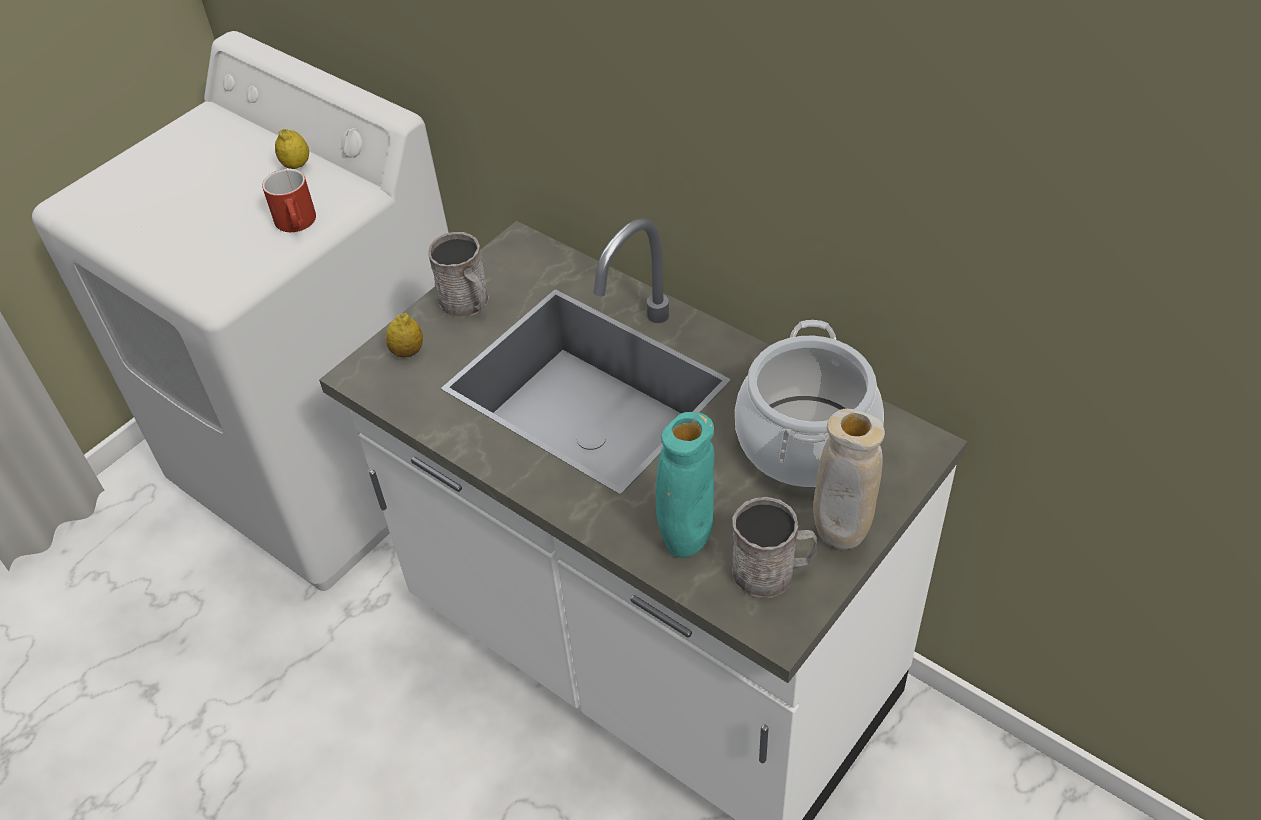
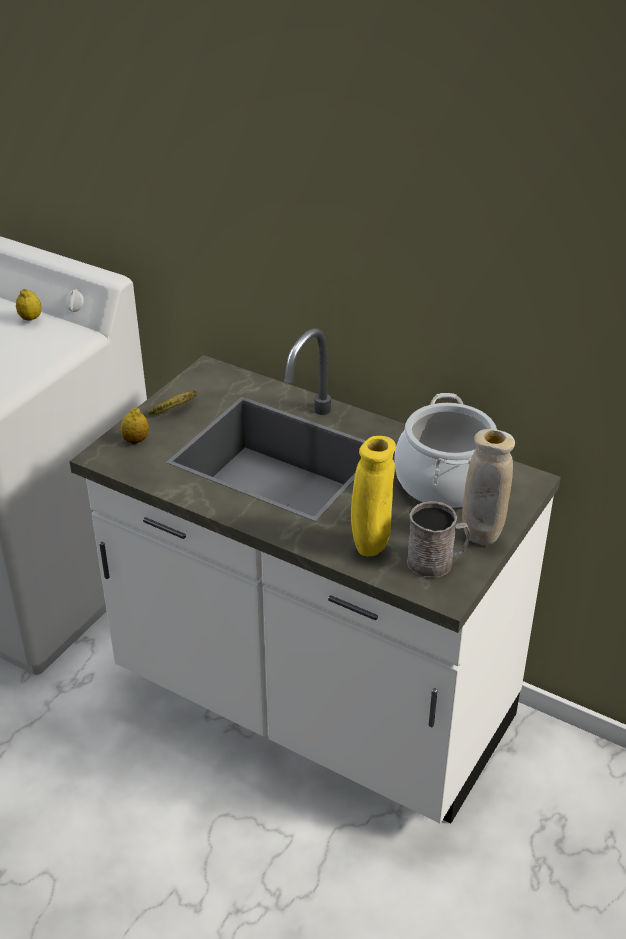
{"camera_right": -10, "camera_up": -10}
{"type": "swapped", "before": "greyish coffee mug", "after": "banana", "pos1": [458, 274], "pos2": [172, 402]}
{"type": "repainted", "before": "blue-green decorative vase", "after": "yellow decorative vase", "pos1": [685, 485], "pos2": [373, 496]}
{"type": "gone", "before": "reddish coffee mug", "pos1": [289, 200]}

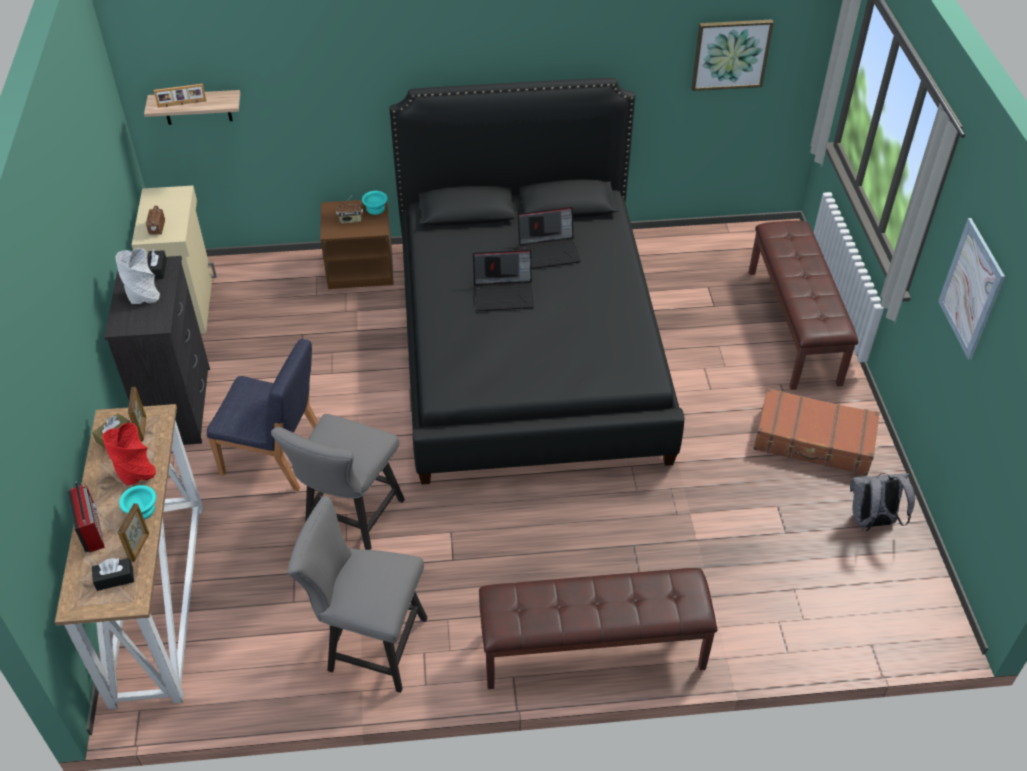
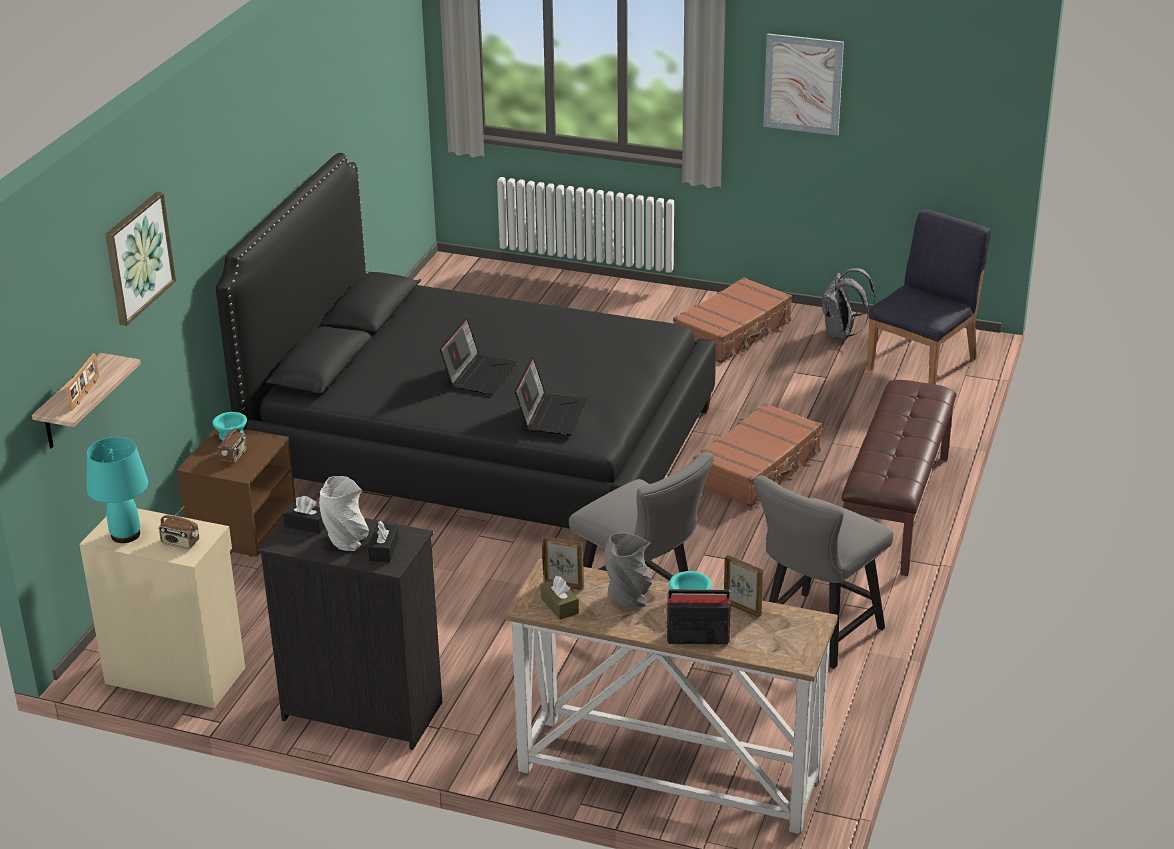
{"camera_right": -65, "camera_up": -15}
{"type": "new", "after": "blue-green lamp for a table", "pos2": [117, 490]}
{"type": "shifted", "before": "wall art", "pos1": [732, 55], "pos2": [140, 259]}
{"type": "shifted", "before": "black-coloured tissue box", "pos1": [113, 574], "pos2": [383, 541]}
{"type": "shifted", "before": "notebook computer", "pos1": [549, 238], "pos2": [551, 395]}
{"type": "repainted", "before": "reddish decorative vase", "after": "greyish decorative vase", "pos1": [129, 454], "pos2": [628, 570]}
{"type": "new", "after": "brown suitcase", "pos2": [758, 455]}
{"type": "shifted", "before": "bluish plain chair", "pos1": [262, 415], "pos2": [929, 296]}
{"type": "gone", "before": "brown long seat", "pos1": [803, 305]}

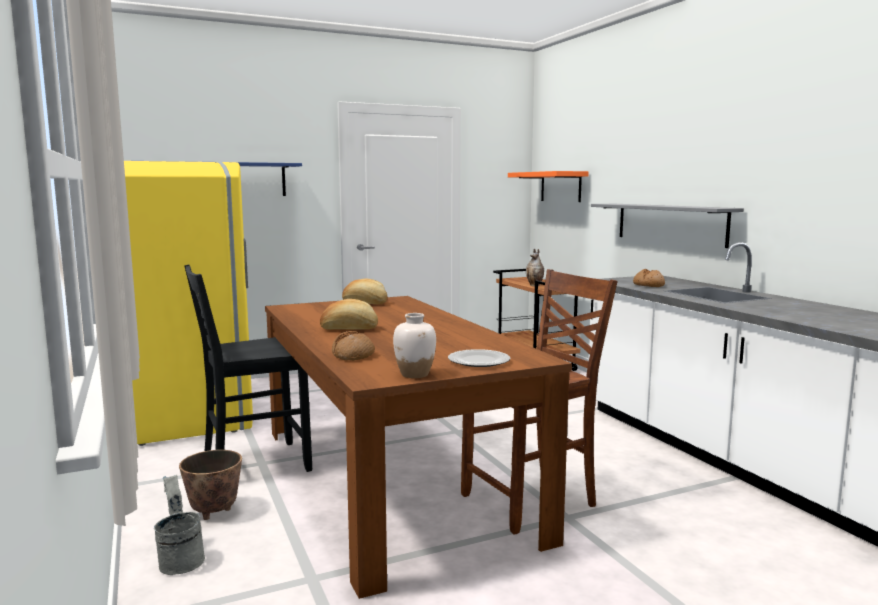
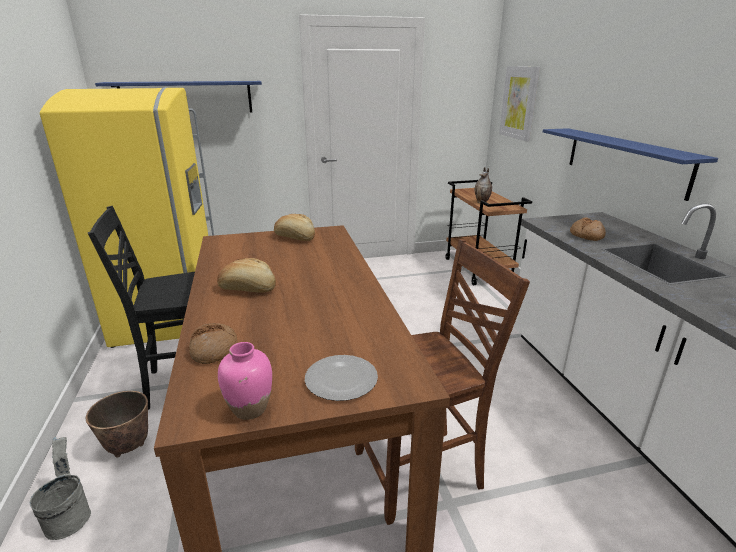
{"camera_right": 10, "camera_up": 15}
{"type": "repainted", "before": "whitish decorative vase", "after": "pink decorative vase", "pos1": [414, 345], "pos2": [245, 381]}
{"type": "swapped", "before": "orange bracket shelf", "after": "wall art", "pos1": [548, 186], "pos2": [519, 103]}
{"type": "repainted", "before": "greyish bracket shelf", "after": "bluish bracket shelf", "pos1": [667, 226], "pos2": [630, 164]}

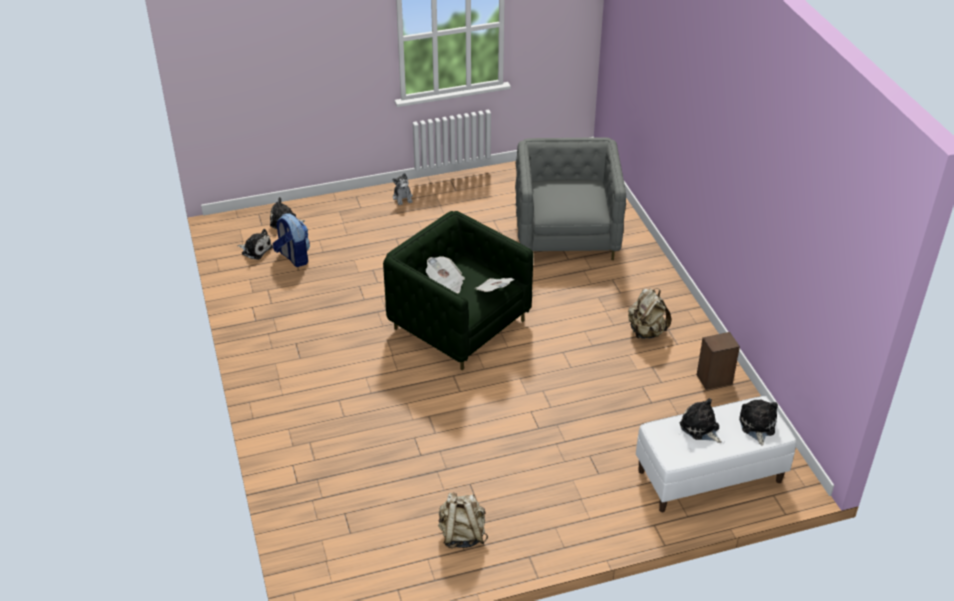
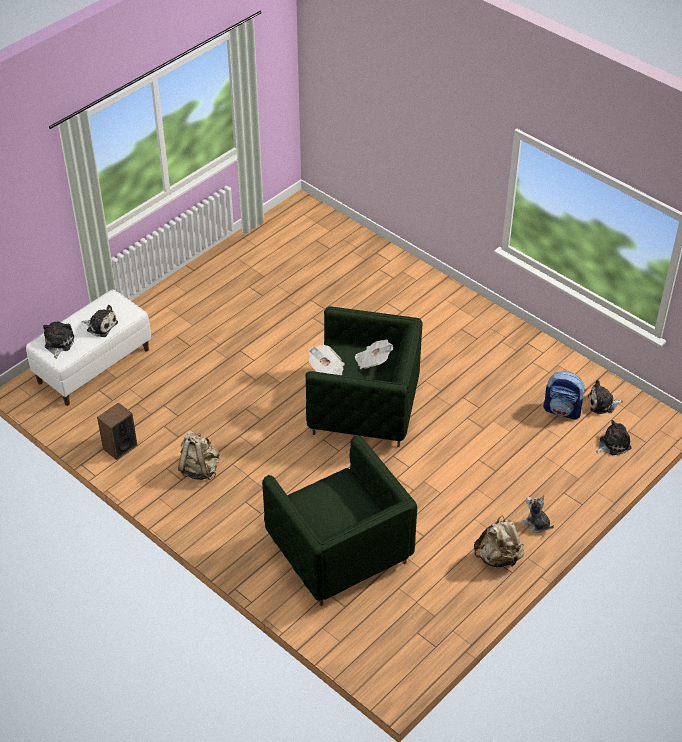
{"camera_right": 150, "camera_up": 5}
{"type": "rotated", "before": "soft toy", "pos1": [758, 423], "pos2": [58, 340], "turn": -150}
{"type": "repainted", "before": "greyish lounge chair", "after": "green-coloured lounge chair", "pos1": [570, 198], "pos2": [339, 520]}
{"type": "shifted", "before": "beige rucksack", "pos1": [463, 520], "pos2": [499, 542]}

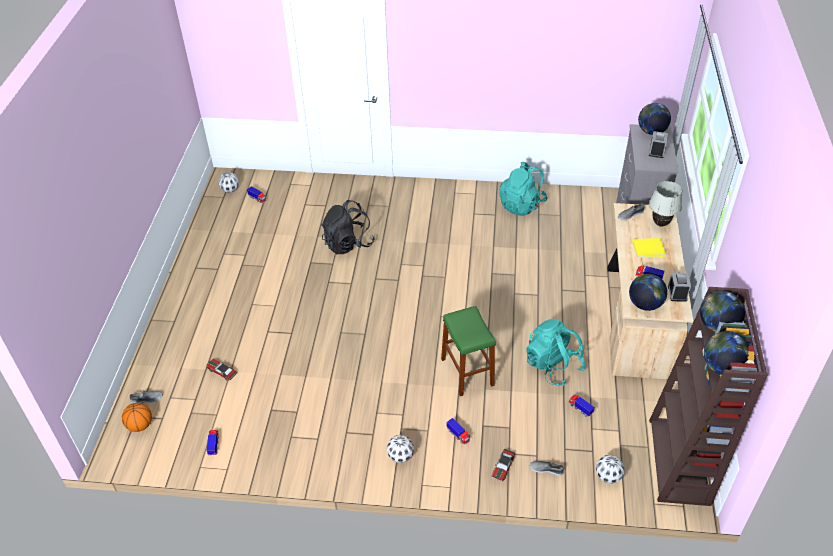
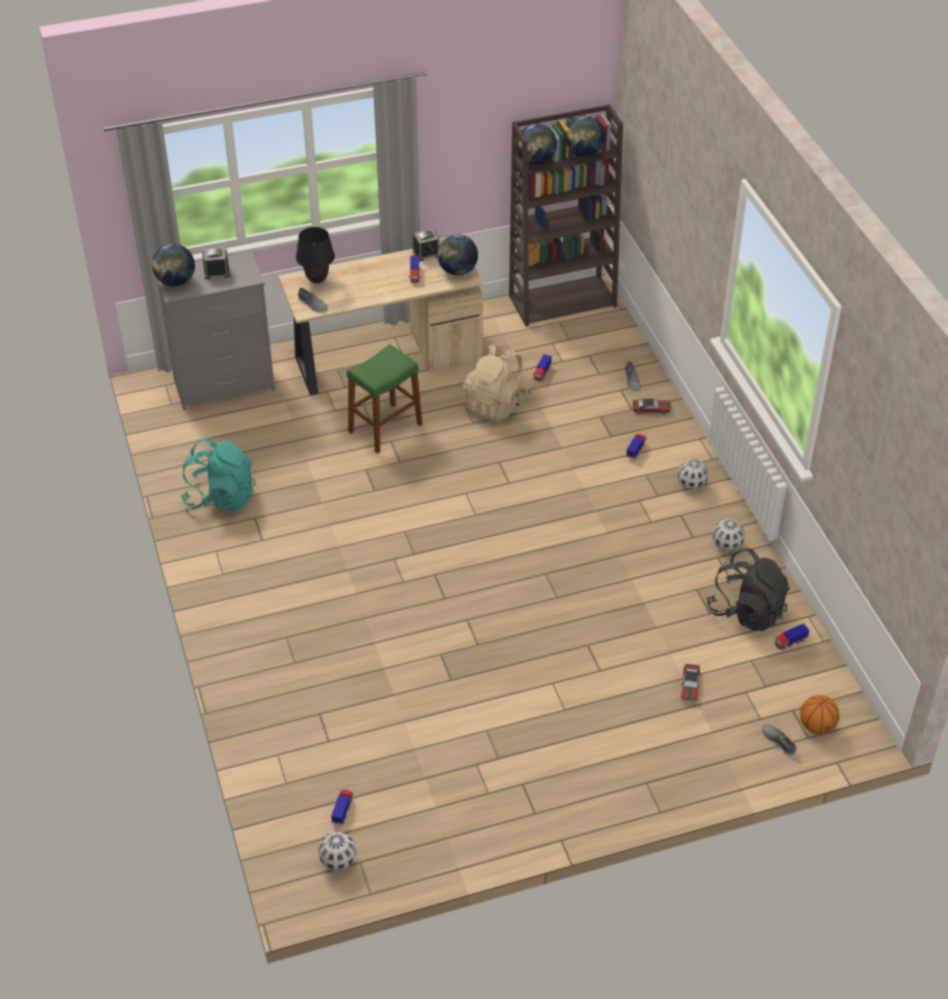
{"camera_right": -115, "camera_up": 0}
{"type": "repainted", "before": "whitish lamp for a table", "after": "black-coloured lamp for a table", "pos1": [665, 204], "pos2": [315, 255]}
{"type": "shifted", "before": "green-coloured sitting stool", "pos1": [468, 351], "pos2": [385, 398]}
{"type": "repainted", "before": "blue-green rucksack", "after": "beige rucksack", "pos1": [555, 352], "pos2": [497, 383]}
{"type": "shifted", "before": "black-coloured rucksack", "pos1": [348, 227], "pos2": [748, 589]}
{"type": "shifted", "before": "football", "pos1": [610, 469], "pos2": [728, 534]}
{"type": "gone", "before": "yellow book", "pos1": [649, 248]}

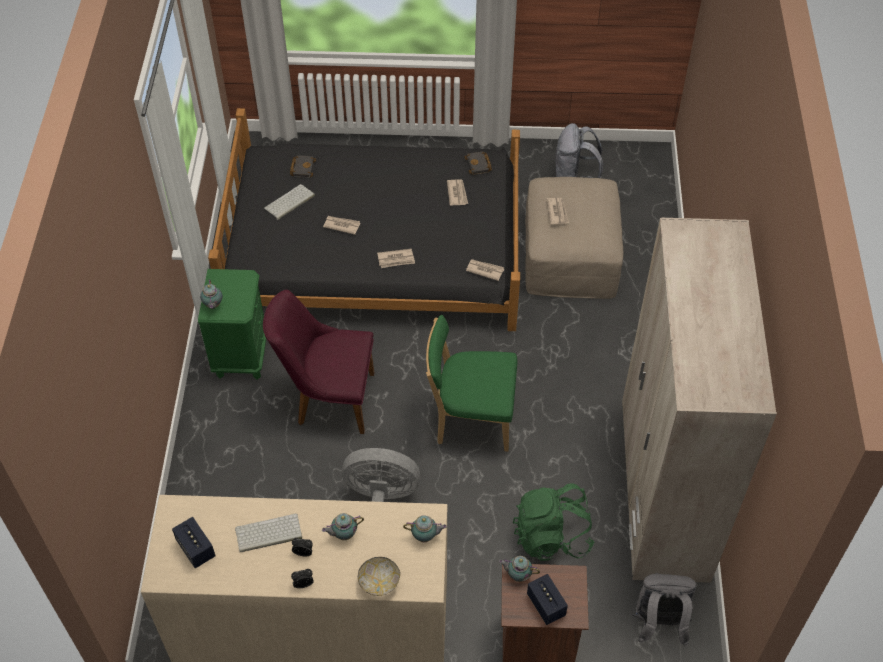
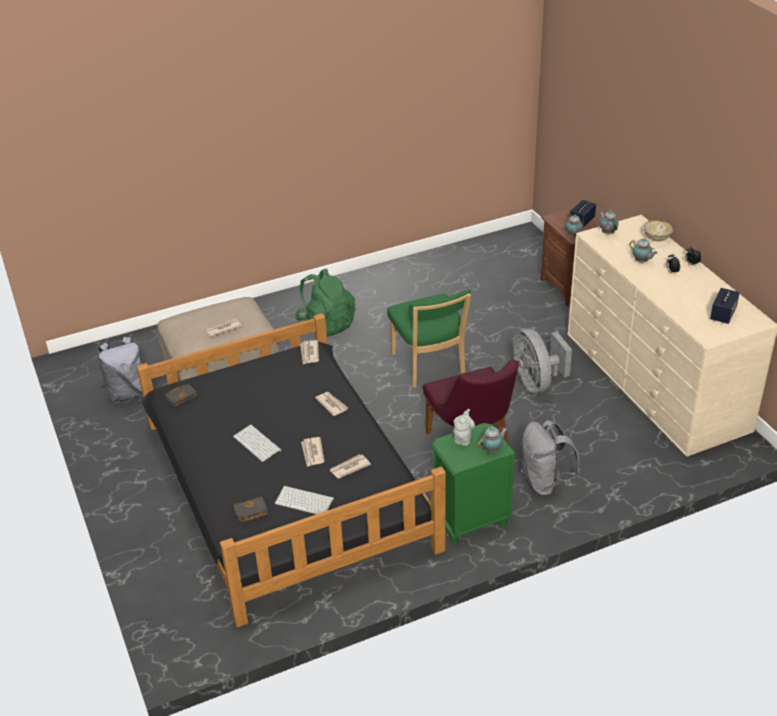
{"camera_right": -115, "camera_up": -15}
{"type": "shifted", "before": "keyboard", "pos1": [268, 532], "pos2": [257, 443]}
{"type": "shifted", "before": "green-coloured rucksack", "pos1": [554, 522], "pos2": [325, 302]}
{"type": "shifted", "before": "newspaper", "pos1": [457, 192], "pos2": [350, 466]}
{"type": "new", "after": "greyish pot for tea", "pos2": [464, 427]}
{"type": "shifted", "before": "greyish rucksack", "pos1": [664, 609], "pos2": [550, 458]}
{"type": "gone", "before": "beige clothes cupboard", "pos1": [699, 400]}

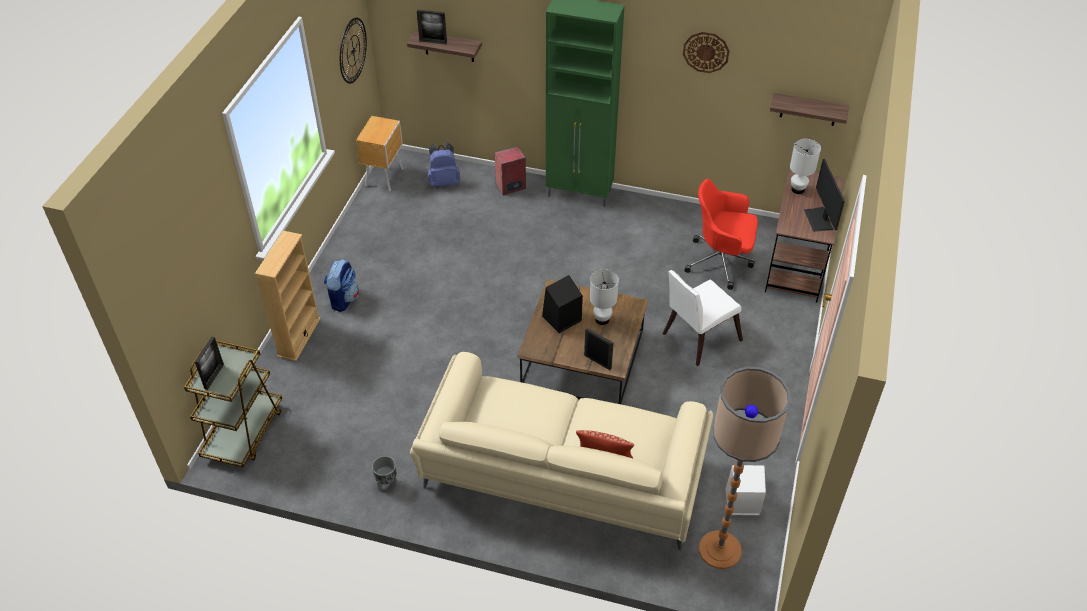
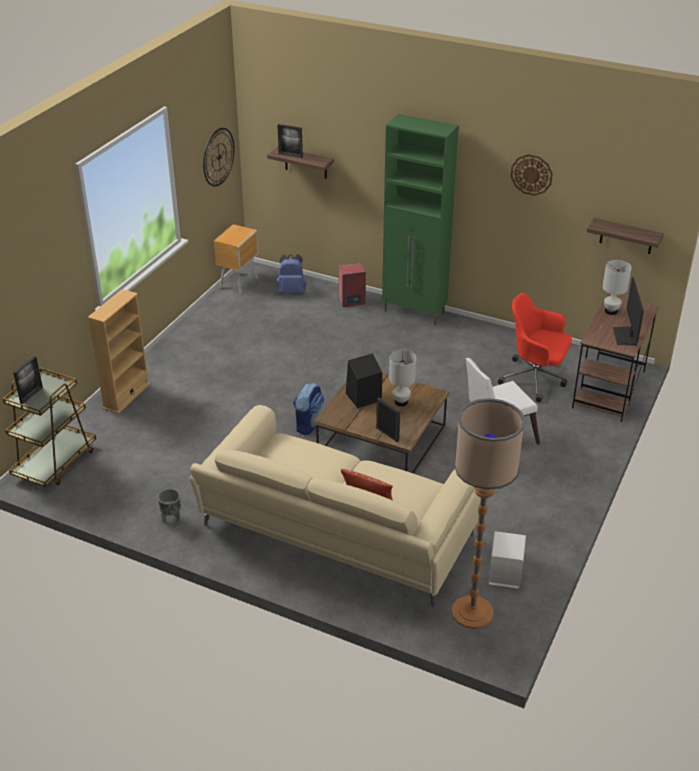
{"camera_right": 10, "camera_up": -10}
{"type": "shifted", "before": "rucksack", "pos1": [341, 285], "pos2": [308, 409]}

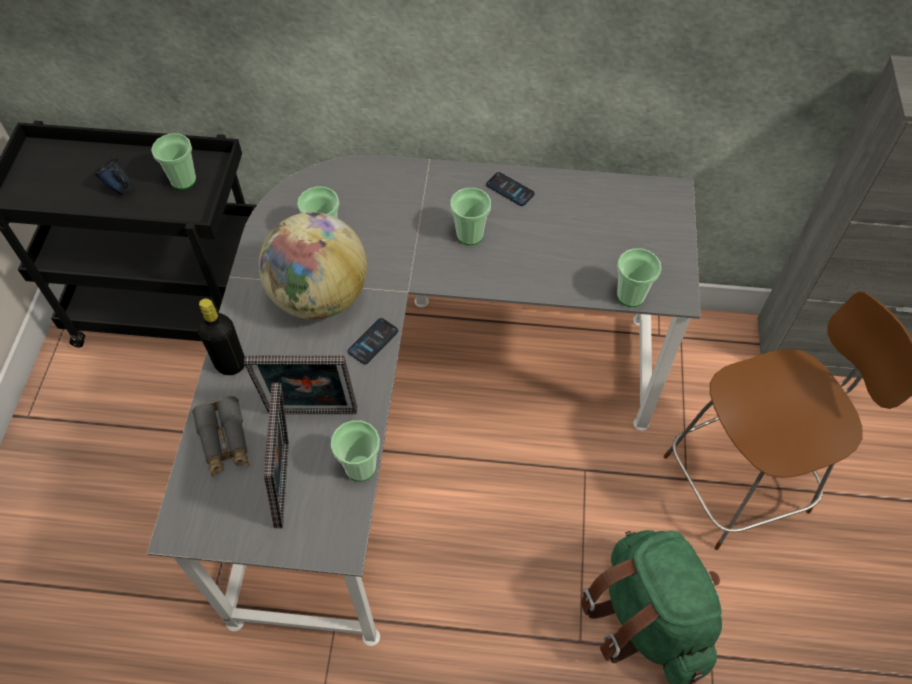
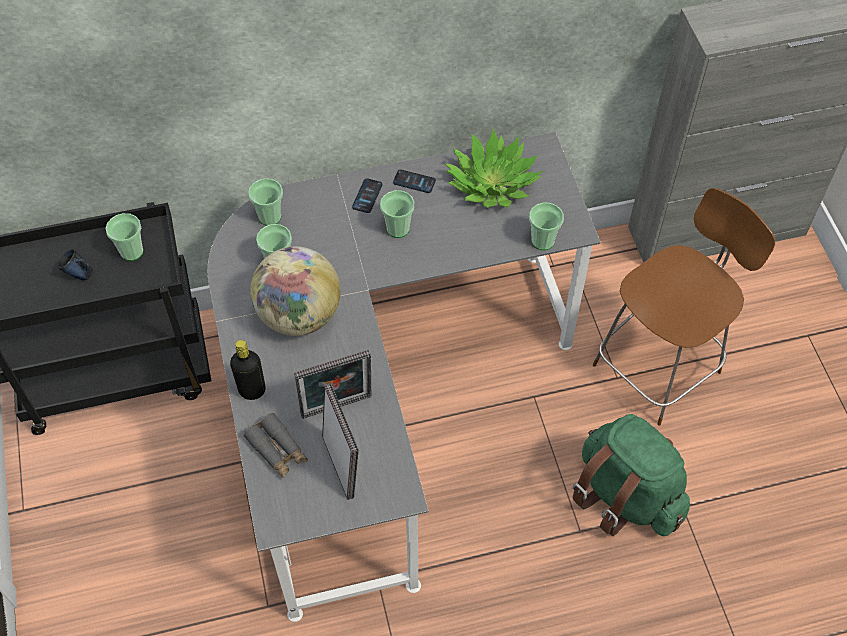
{"camera_right": -20, "camera_up": 0}
{"type": "shifted", "before": "drinking cup", "pos1": [355, 450], "pos2": [265, 202]}
{"type": "shifted", "before": "phone", "pos1": [373, 341], "pos2": [367, 195]}
{"type": "new", "after": "potted plant", "pos2": [494, 168]}

